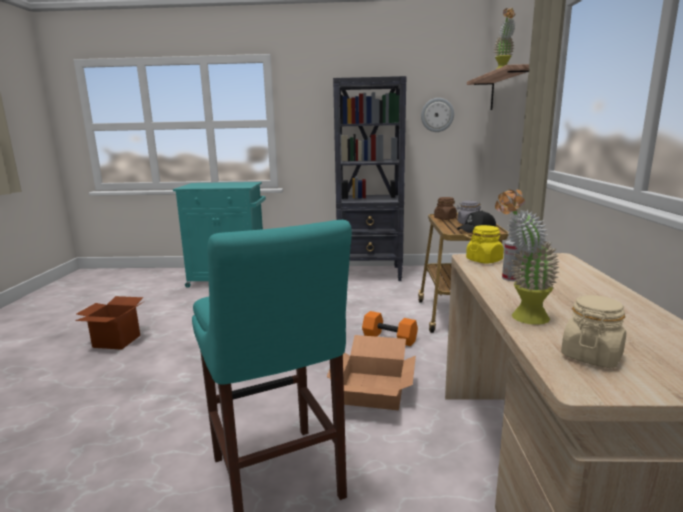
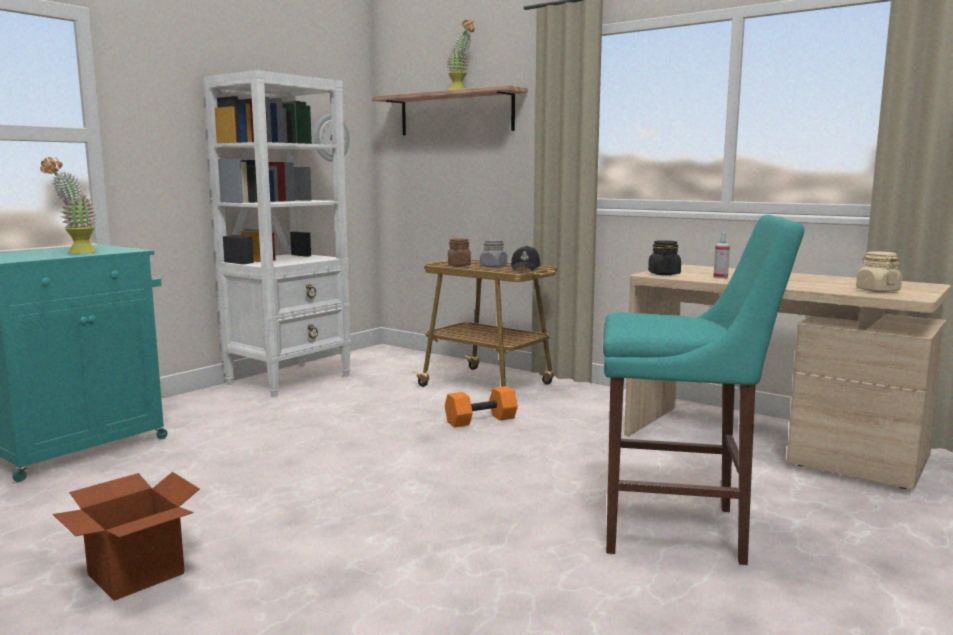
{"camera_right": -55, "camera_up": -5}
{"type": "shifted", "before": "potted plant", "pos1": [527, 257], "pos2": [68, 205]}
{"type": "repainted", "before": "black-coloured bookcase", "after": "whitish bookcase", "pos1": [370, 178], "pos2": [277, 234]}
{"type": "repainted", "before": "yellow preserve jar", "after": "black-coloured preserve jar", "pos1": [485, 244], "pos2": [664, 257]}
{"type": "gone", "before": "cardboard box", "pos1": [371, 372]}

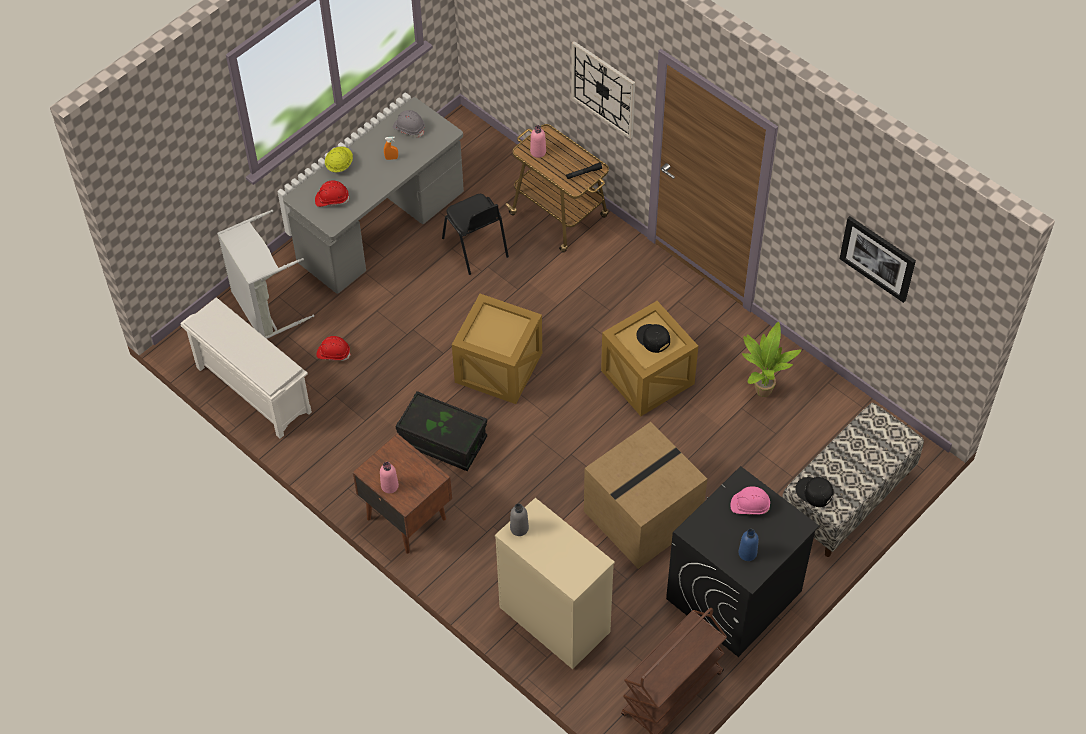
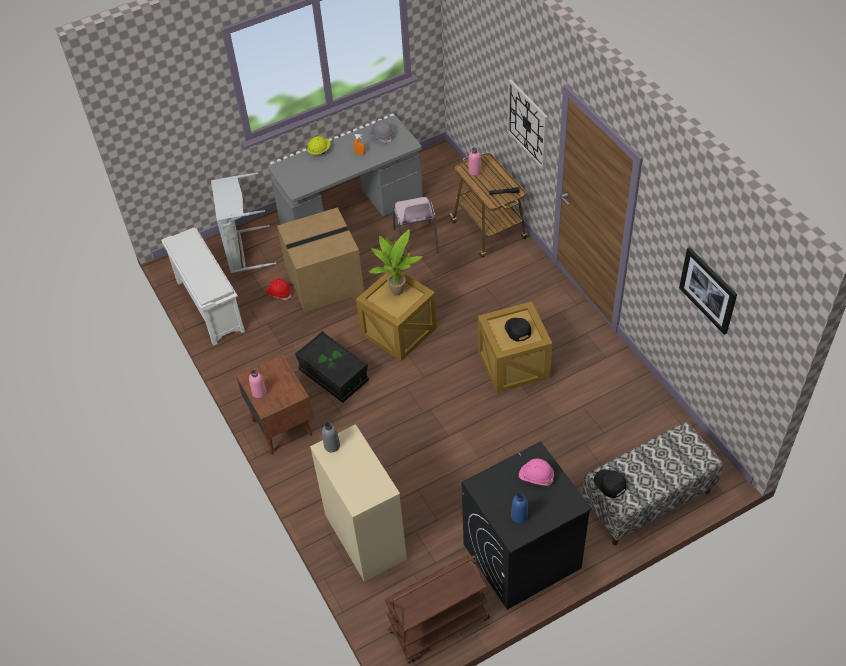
{"camera_right": 20, "camera_up": -5}
{"type": "shifted", "before": "cardboard box", "pos1": [645, 495], "pos2": [320, 259]}
{"type": "shifted", "before": "potted plant", "pos1": [771, 359], "pos2": [395, 262]}
{"type": "repainted", "before": "black-coloured plain chair", "after": "pink plain chair", "pos1": [475, 234], "pos2": [416, 226]}
{"type": "gone", "before": "reddish work helmet", "pos1": [332, 193]}

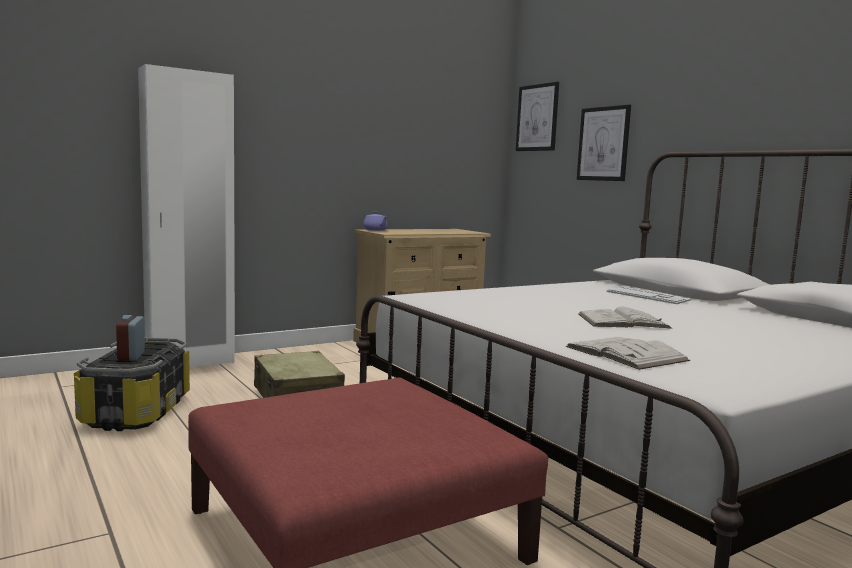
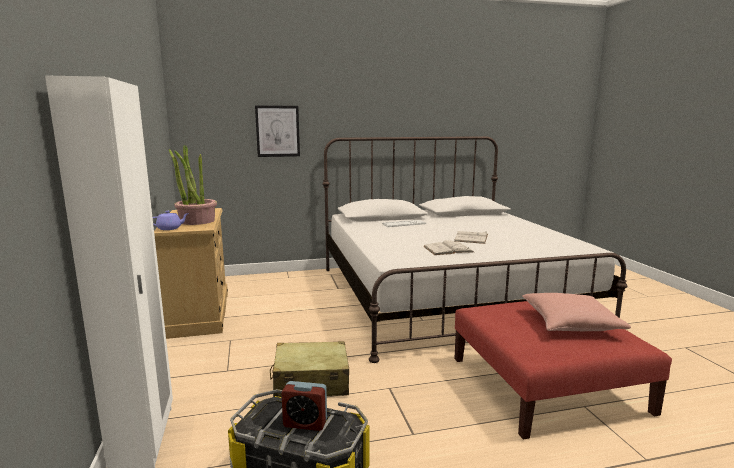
{"camera_right": -70, "camera_up": 5}
{"type": "new", "after": "potted plant", "pos2": [193, 185]}
{"type": "shifted", "before": "whitish book", "pos1": [628, 353], "pos2": [448, 247]}
{"type": "new", "after": "pink pillow", "pos2": [576, 312]}
{"type": "gone", "before": "wall art", "pos1": [537, 116]}

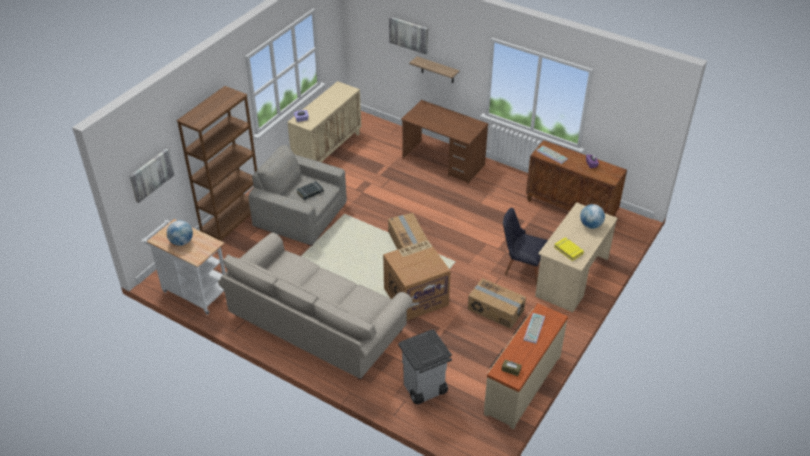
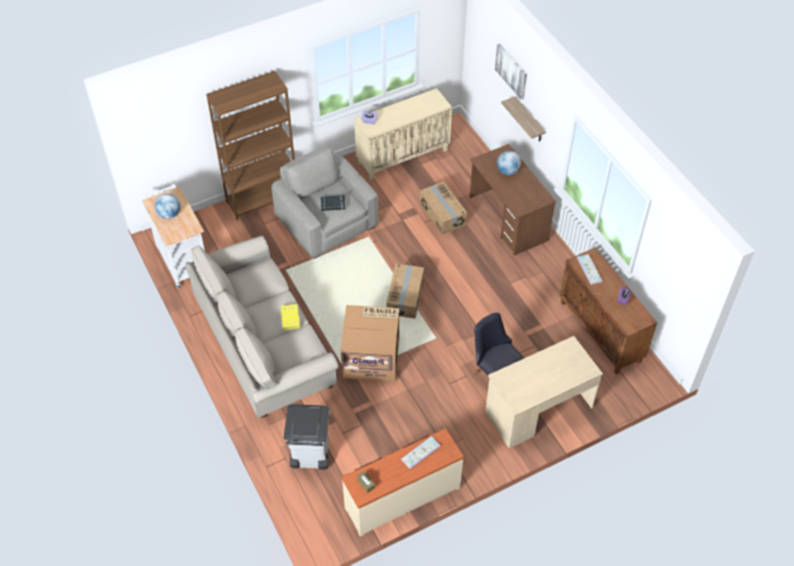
{"camera_right": 30, "camera_up": 10}
{"type": "shifted", "before": "yellow book", "pos1": [569, 249], "pos2": [290, 317]}
{"type": "shifted", "before": "cardboard box", "pos1": [497, 303], "pos2": [443, 208]}
{"type": "shifted", "before": "world globe", "pos1": [592, 216], "pos2": [509, 163]}
{"type": "gone", "before": "wall art", "pos1": [152, 175]}

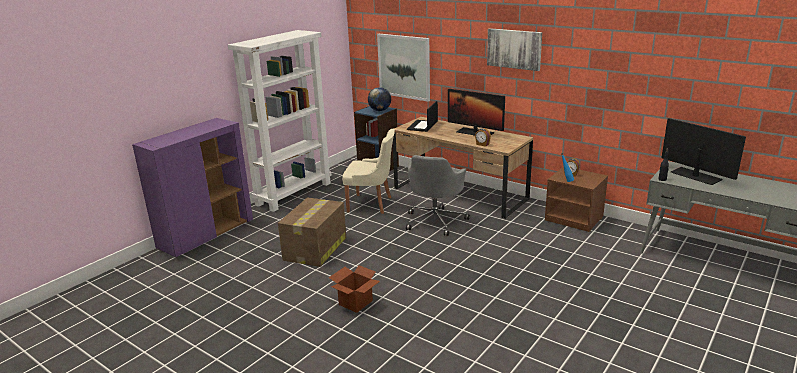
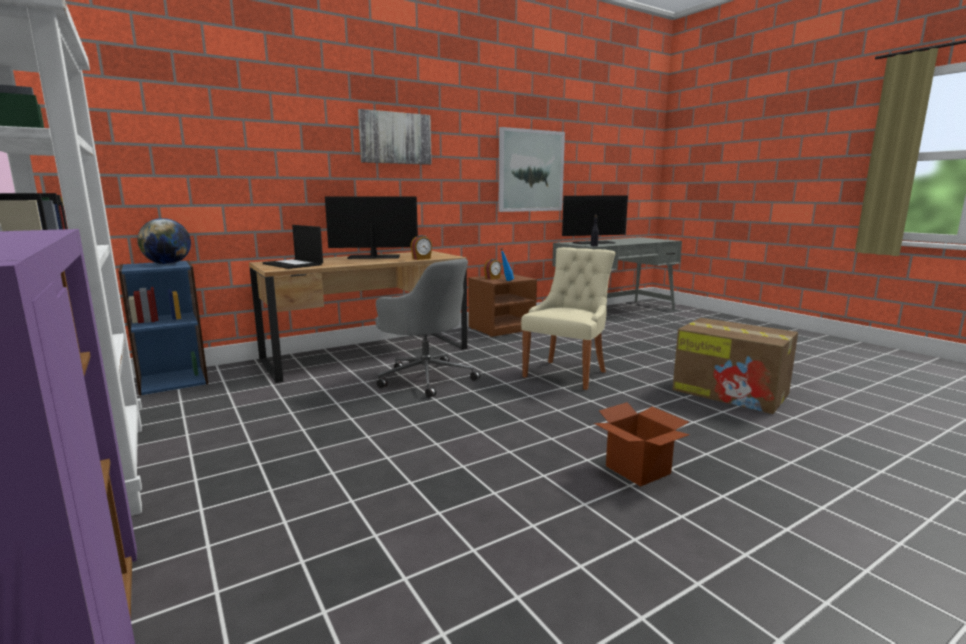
{"camera_right": -70, "camera_up": -10}
{"type": "rotated", "before": "computer screen", "pos1": [476, 112], "pos2": [371, 227], "turn": -150}
{"type": "shifted", "before": "wall art", "pos1": [403, 68], "pos2": [531, 169]}
{"type": "shifted", "before": "beige plain chair", "pos1": [368, 171], "pos2": [568, 318]}
{"type": "shifted", "before": "cardboard box", "pos1": [312, 232], "pos2": [735, 366]}

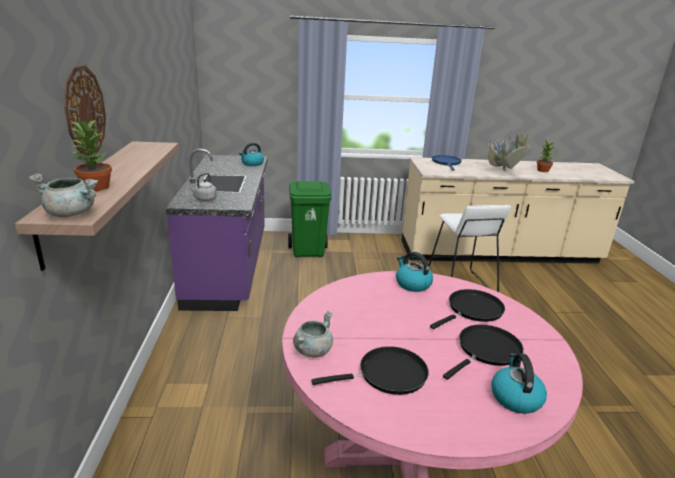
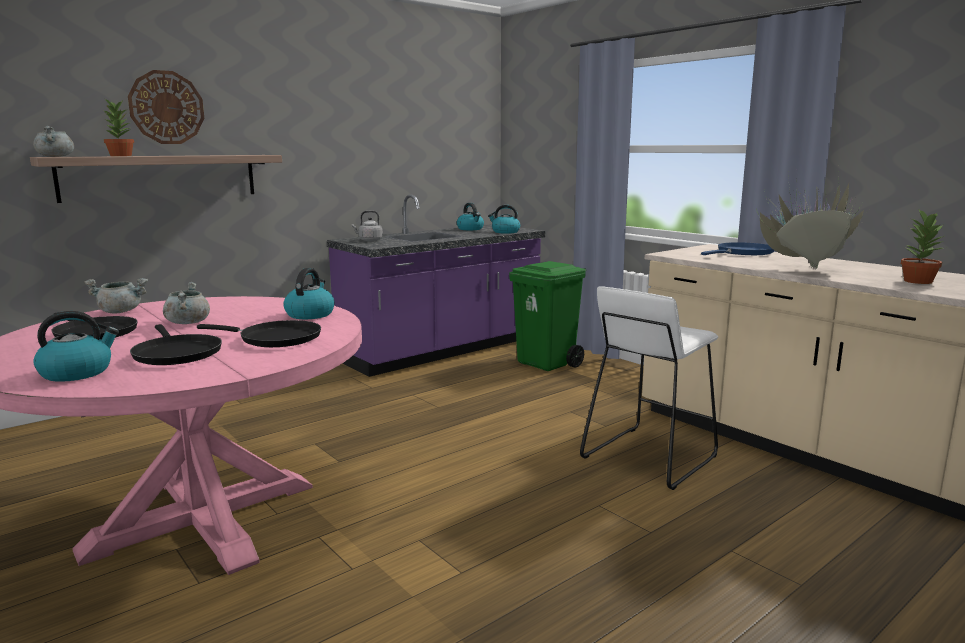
{"camera_right": 55, "camera_up": -10}
{"type": "rotated", "before": "black-coloured pan", "pos1": [483, 352], "pos2": [176, 344], "turn": 45}
{"type": "new", "after": "greyish stockpot", "pos2": [186, 303]}
{"type": "new", "after": "tea kettle", "pos2": [470, 216]}

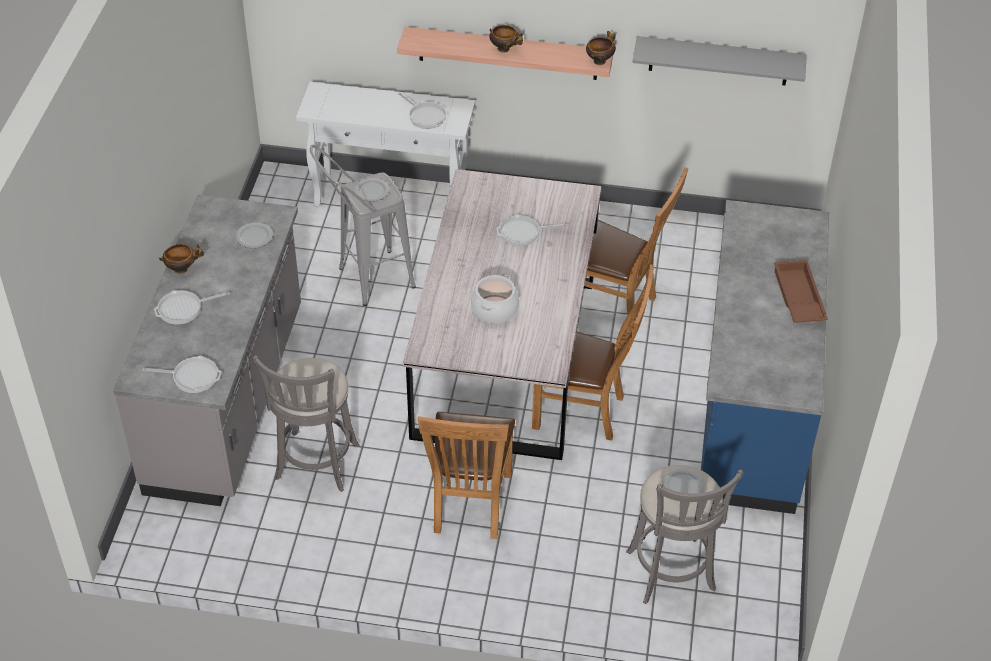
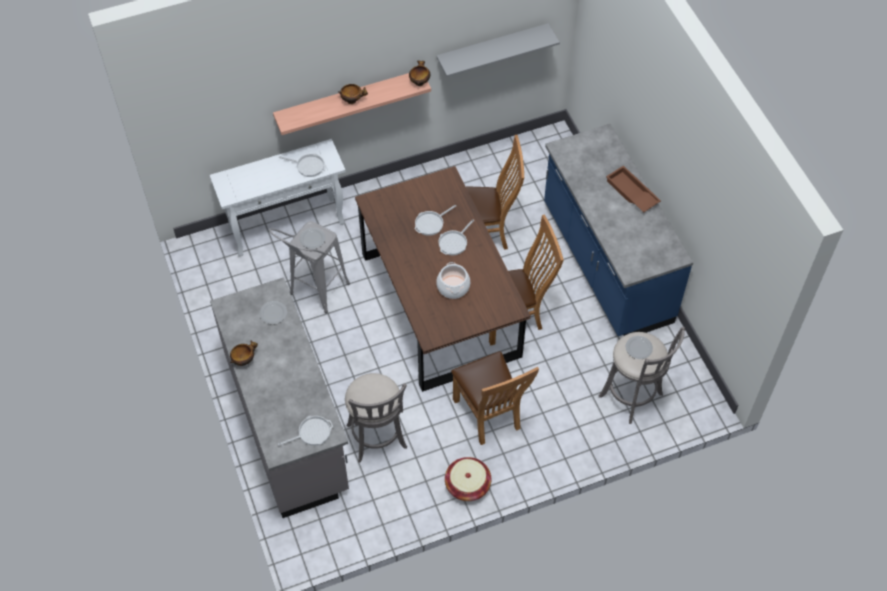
{"camera_right": -30, "camera_up": 10}
{"type": "repainted", "before": "greyish kitchen table", "after": "brown kitchen table", "pos1": [502, 314], "pos2": [443, 279]}
{"type": "shifted", "before": "pan", "pos1": [192, 307], "pos2": [456, 237]}
{"type": "new", "after": "household basket", "pos2": [468, 479]}

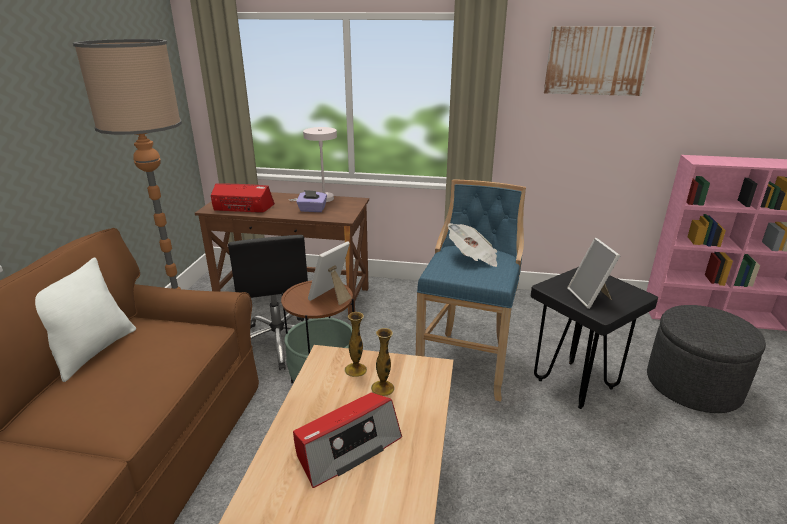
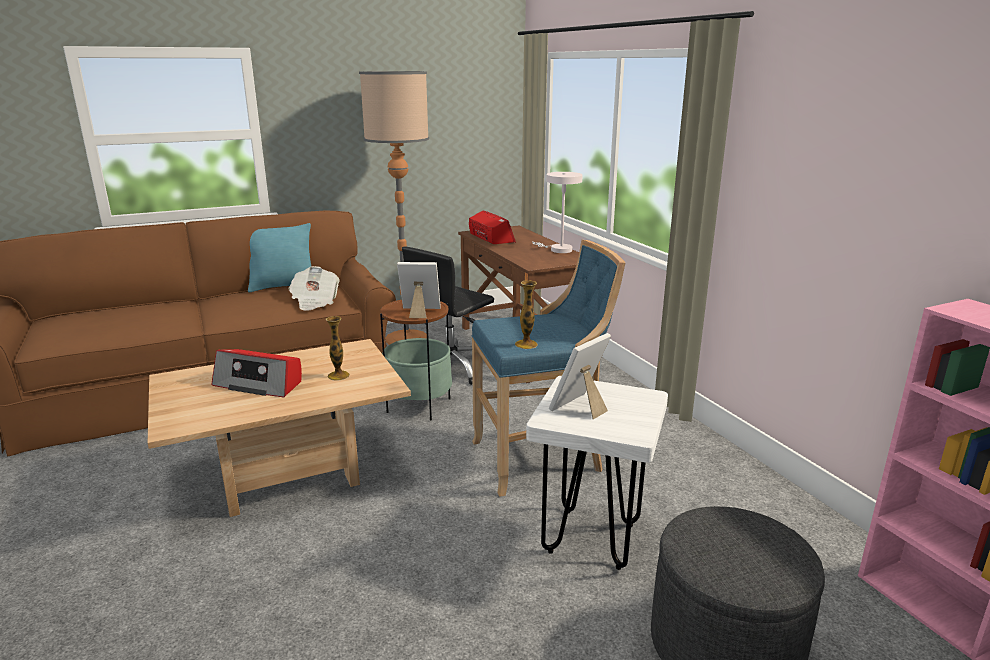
{"camera_right": 55, "camera_up": -5}
{"type": "repainted", "before": "whitish pillow", "after": "blue-green pillow", "pos1": [85, 319], "pos2": [280, 257]}
{"type": "shifted", "before": "newspaper", "pos1": [472, 245], "pos2": [314, 288]}
{"type": "shifted", "before": "decorative vase", "pos1": [355, 344], "pos2": [526, 315]}
{"type": "repainted", "before": "black-coloured sitting stool", "after": "whitish sitting stool", "pos1": [594, 338], "pos2": [597, 473]}
{"type": "gone", "before": "purple tissue box", "pos1": [311, 201]}
{"type": "gone", "before": "wall art", "pos1": [600, 61]}

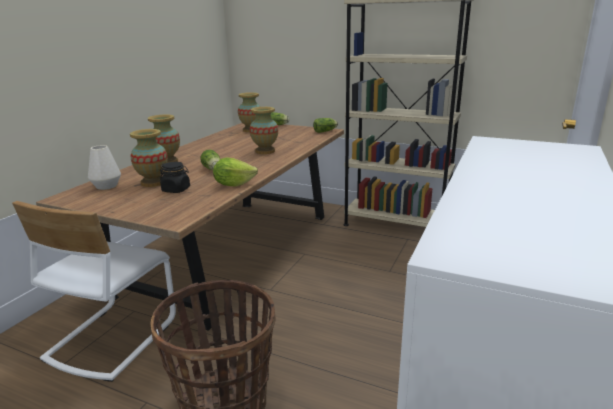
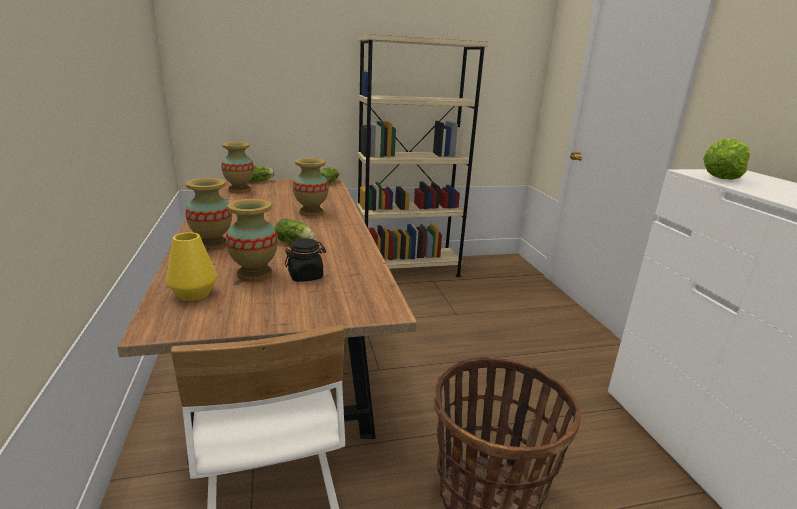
{"camera_right": -40, "camera_up": 0}
{"type": "repainted", "before": "whitish decorative vase", "after": "yellow decorative vase", "pos1": [104, 167], "pos2": [191, 266]}
{"type": "shifted", "before": "head of lettuce", "pos1": [235, 172], "pos2": [726, 159]}

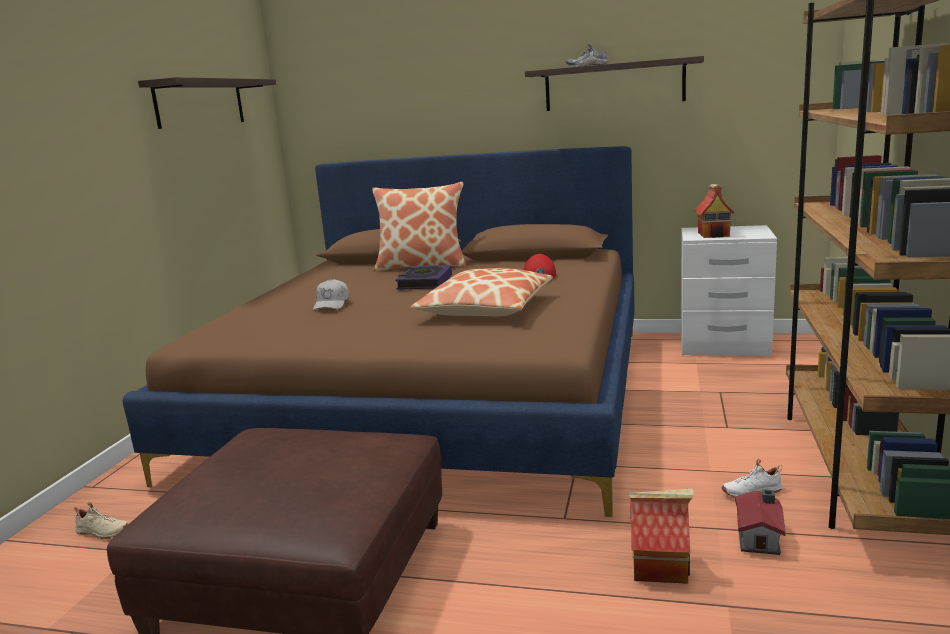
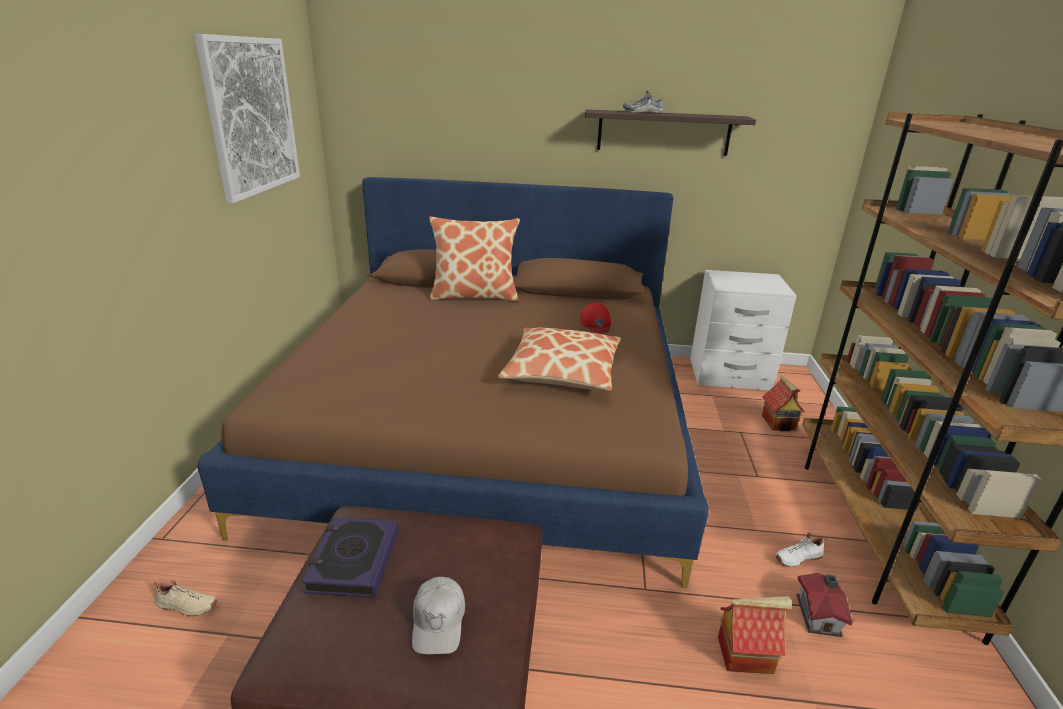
{"camera_right": -10, "camera_up": 10}
{"type": "swapped", "before": "bracket shelf", "after": "wall art", "pos1": [207, 103], "pos2": [247, 118]}
{"type": "shifted", "before": "book", "pos1": [424, 277], "pos2": [350, 557]}
{"type": "shifted", "before": "whitish baseball cap", "pos1": [331, 294], "pos2": [438, 615]}
{"type": "shifted", "before": "model house", "pos1": [714, 211], "pos2": [783, 403]}

